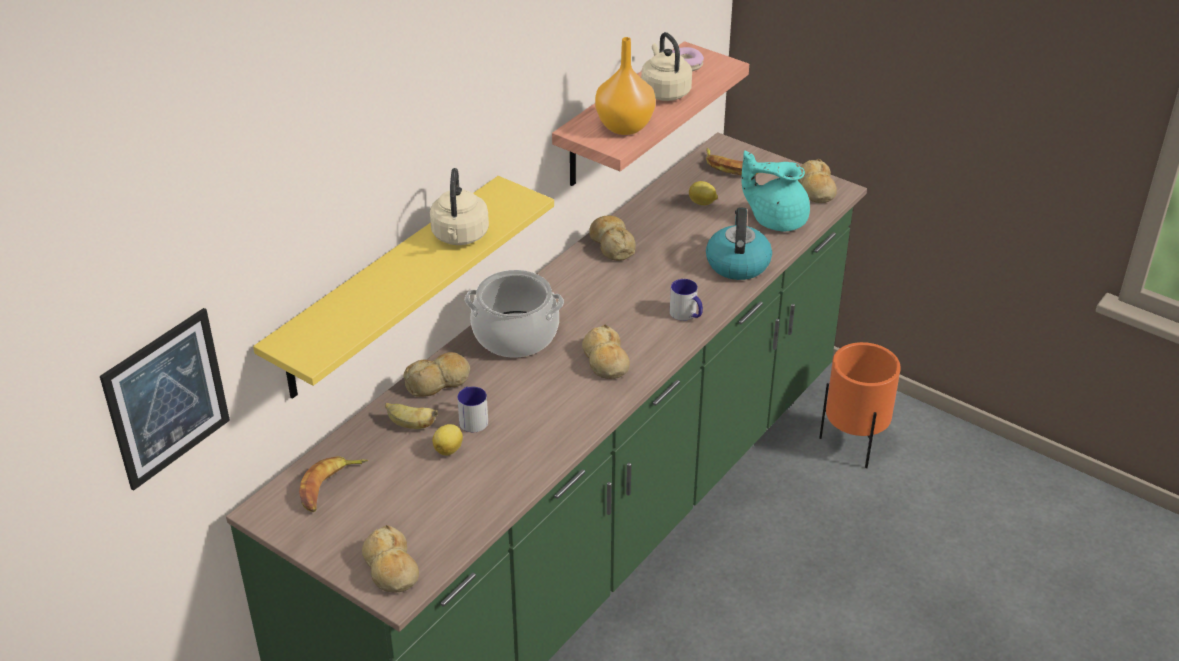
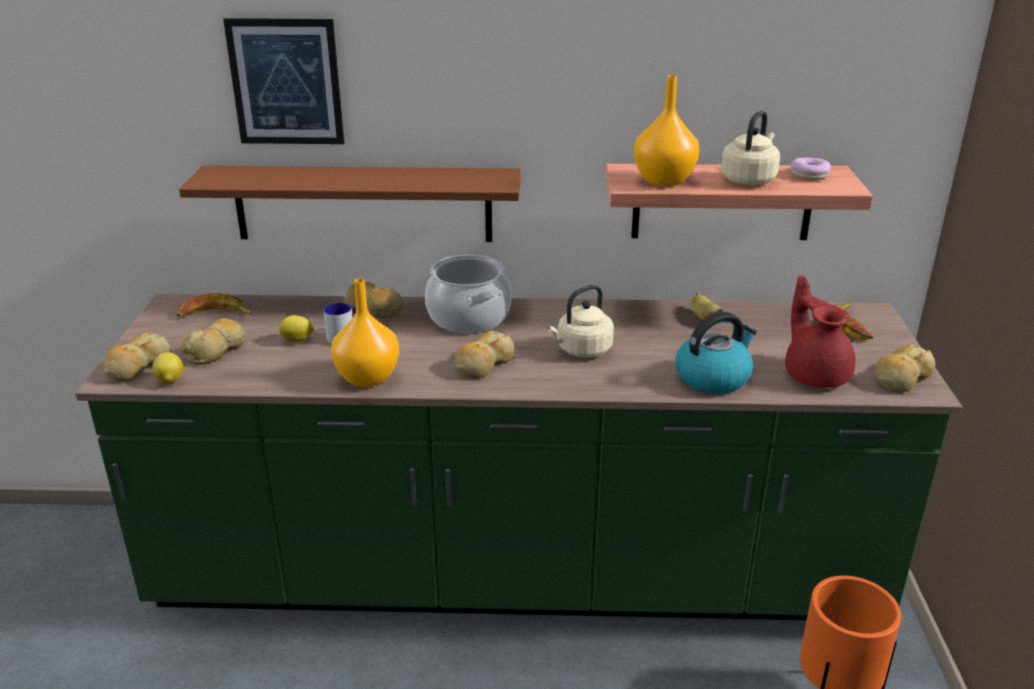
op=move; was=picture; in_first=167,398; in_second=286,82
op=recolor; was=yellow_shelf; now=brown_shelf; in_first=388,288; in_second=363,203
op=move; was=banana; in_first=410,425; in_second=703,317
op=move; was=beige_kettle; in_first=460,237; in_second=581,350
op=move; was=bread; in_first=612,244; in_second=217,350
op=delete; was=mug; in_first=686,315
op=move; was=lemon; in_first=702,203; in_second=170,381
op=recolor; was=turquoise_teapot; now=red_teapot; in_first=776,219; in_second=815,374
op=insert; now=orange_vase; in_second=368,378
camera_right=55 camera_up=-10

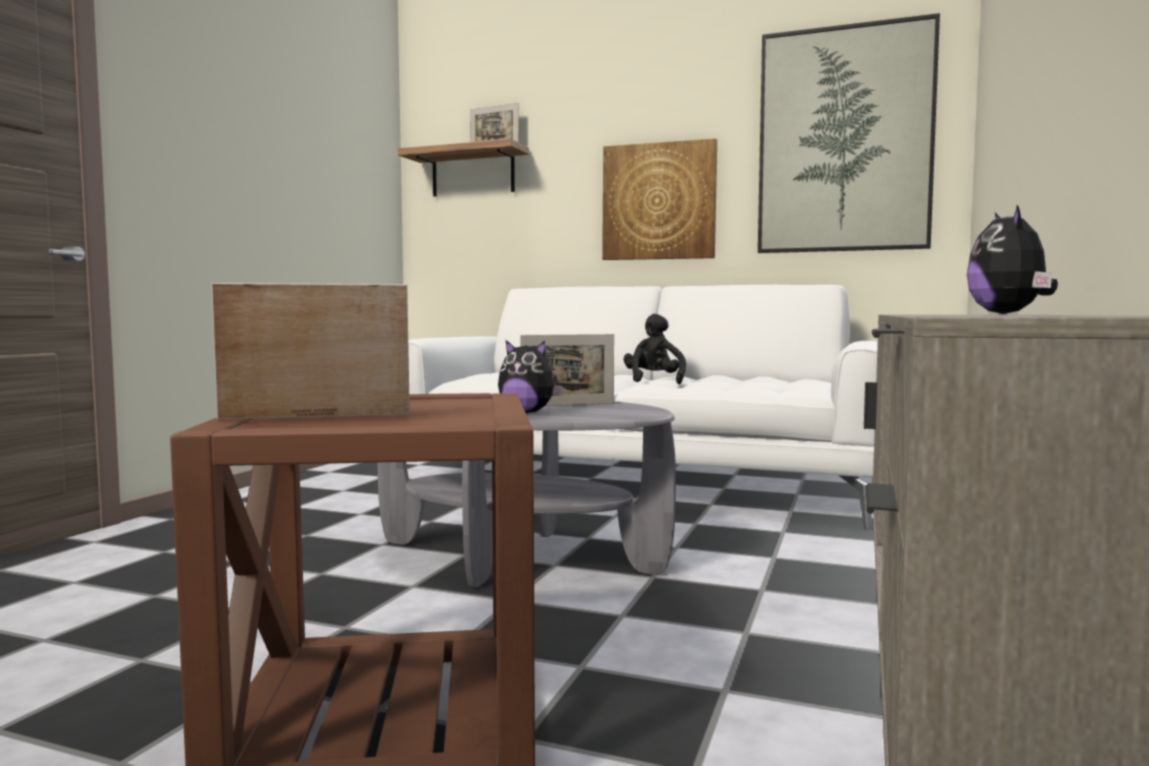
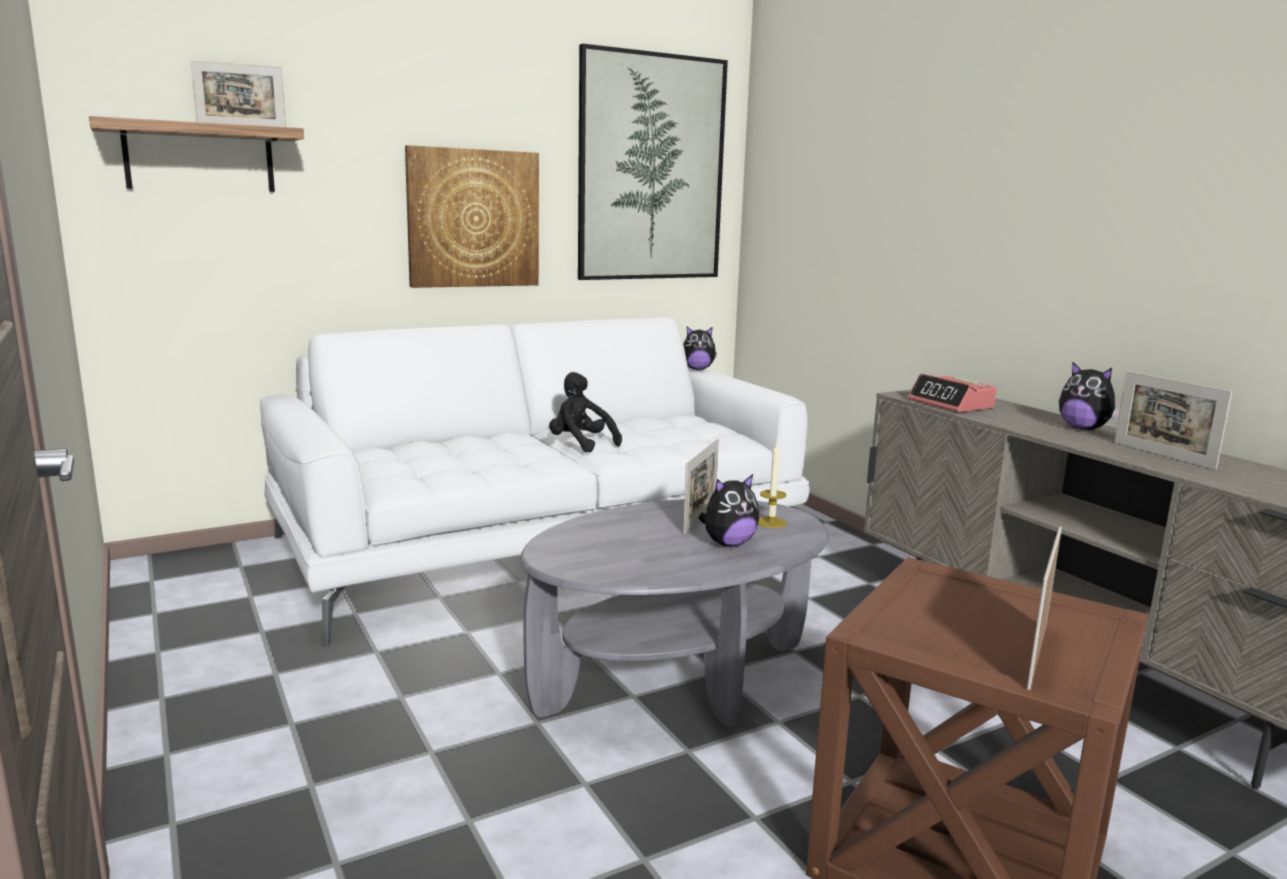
op=insert; now=plush_toy; in_second=697,369
op=insert; now=candle; in_second=771,522
op=insert; now=alarm_clock; in_second=951,404
op=insert; now=picture_frame; in_second=1162,455
camera_right=-50 camera_up=10

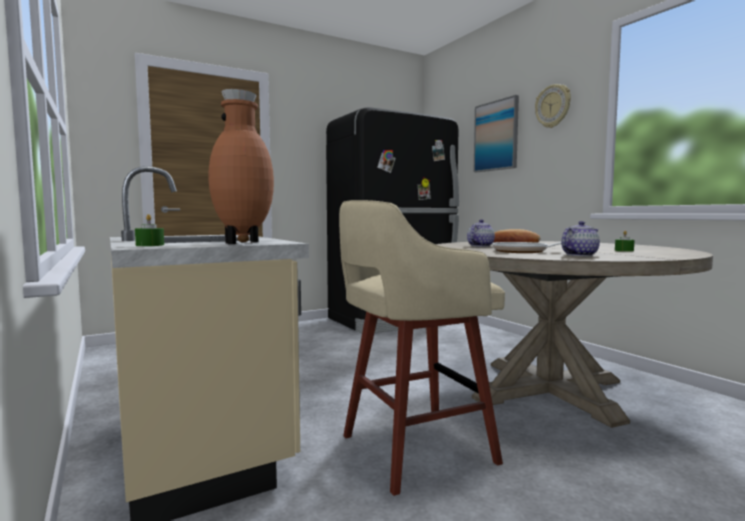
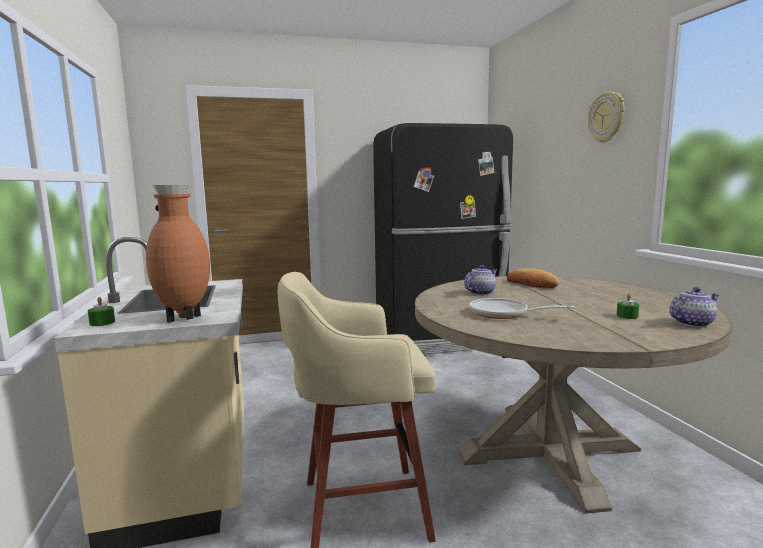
op=delete; was=picture; in_first=496,136
op=move; was=teapot; in_first=579,255; in_second=692,323
camera_right=15 camera_up=5

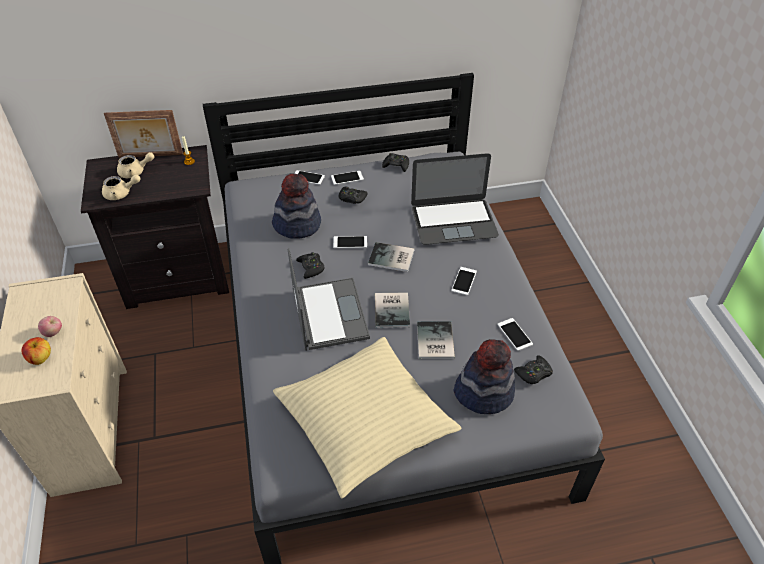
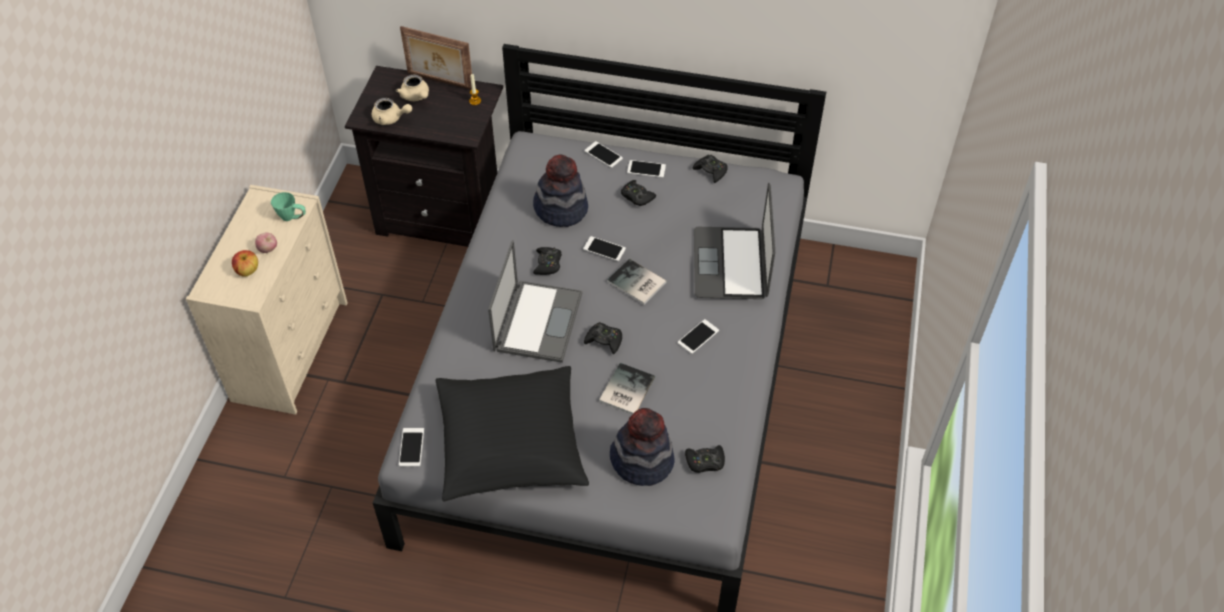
op=rotate; was=beige_teapot; in_first=135,172; in_second=416,97; clockwise=45
op=recolor; was=beige_pillow; now=black_pillow; in_first=365,421; in_second=510,442
op=replace; was=book; now=black_game_controller; in_first=393,309; in_second=604,340
op=rotate; was=laptop; in_first=453,221; in_second=731,263; clockwise=75
op=move; was=phone; in_first=514,334; in_second=411,447
op=insert; now=green_mug; in_second=292,218
camera_right=25 camera_up=5

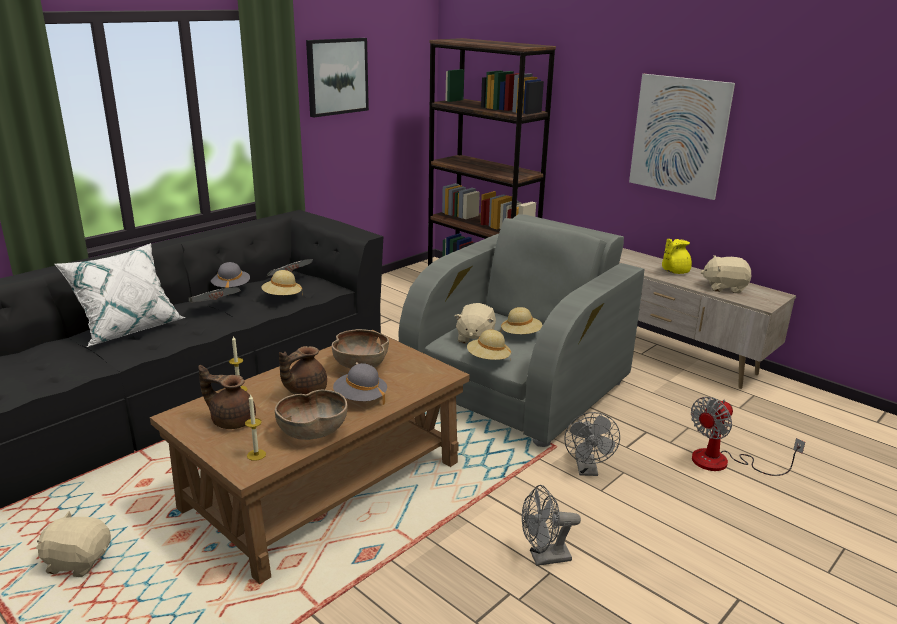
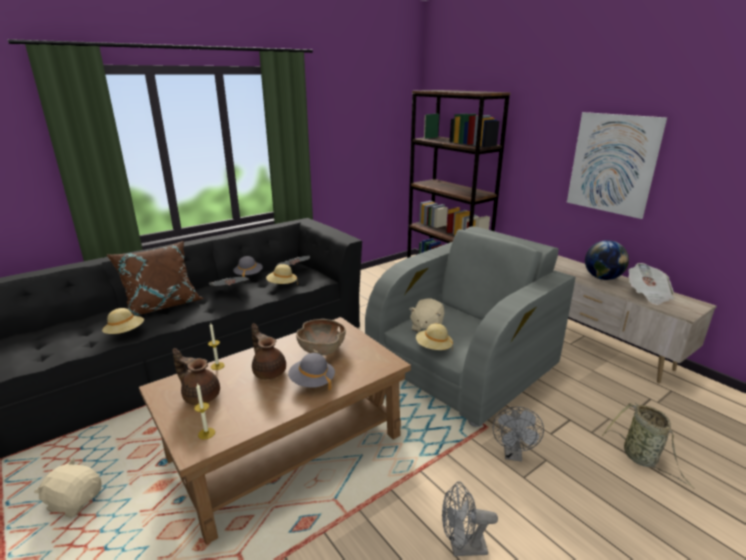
op=recolor; was=white_pillow; now=brown_pillow; in_first=128,328; in_second=162,304
op=delete; was=brown_bowl; in_first=313,433
op=rotate; was=brown_teapot; in_first=305,391; in_second=269,371; clockwise=90
op=delete; was=picture; in_first=337,76
op=move; was=beige_hat; in_first=521,335; in_second=125,333
op=replace; was=yellow_teapot; now=globe; in_first=674,271; in_second=602,278
op=replace; was=fan; now=basket; in_first=723,462; in_second=642,459
op=replace; was=beige_plush_toy; now=newspaper; in_first=724,287; in_second=648,295
camera_right=10 camera_up=0

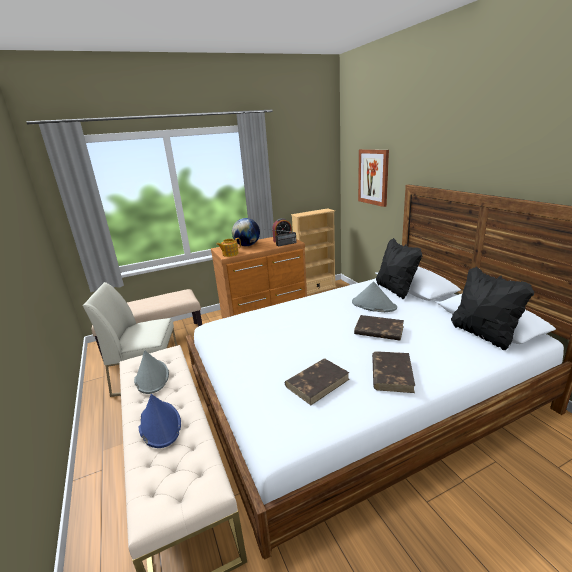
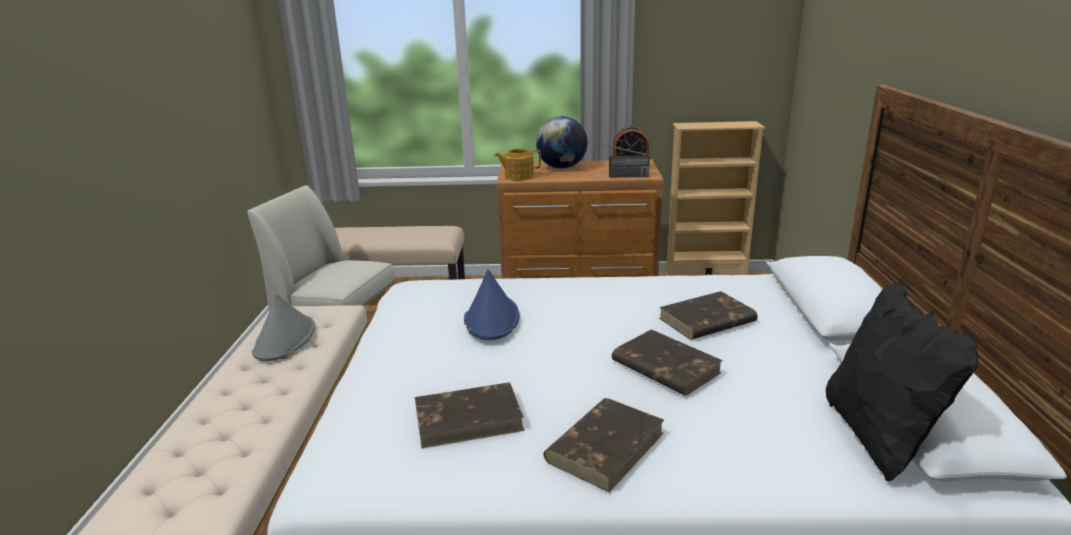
op=move; was=blue_hat; in_first=159,424; in_second=491,318
op=replace; was=grey_hat; now=brown_book; in_first=373,305; in_second=706,320
op=delete; was=picture; in_first=373,177
op=delete; was=black_pillow; in_first=396,290
camera_right=25 camera_up=0

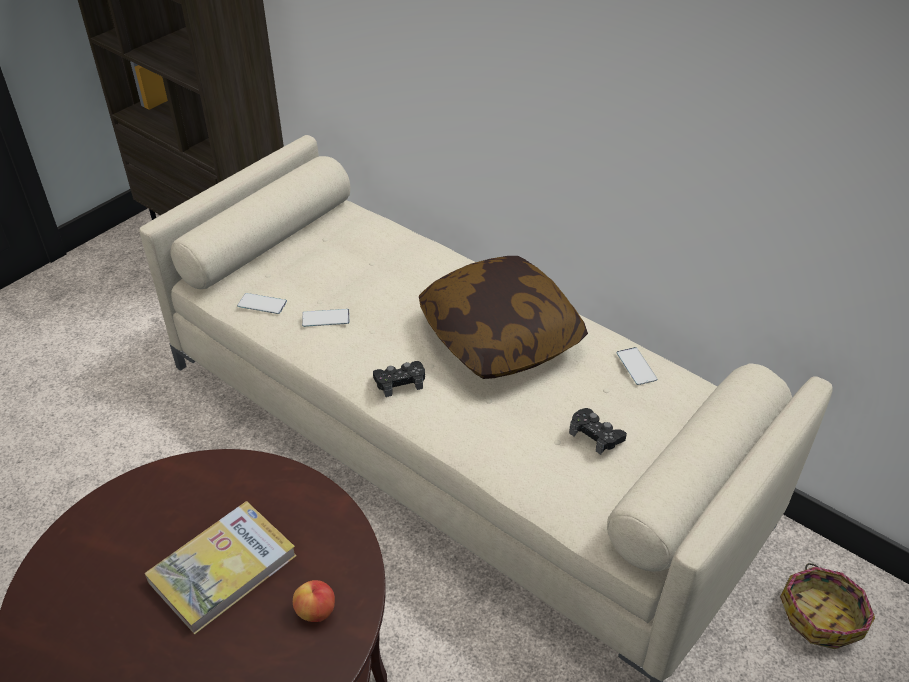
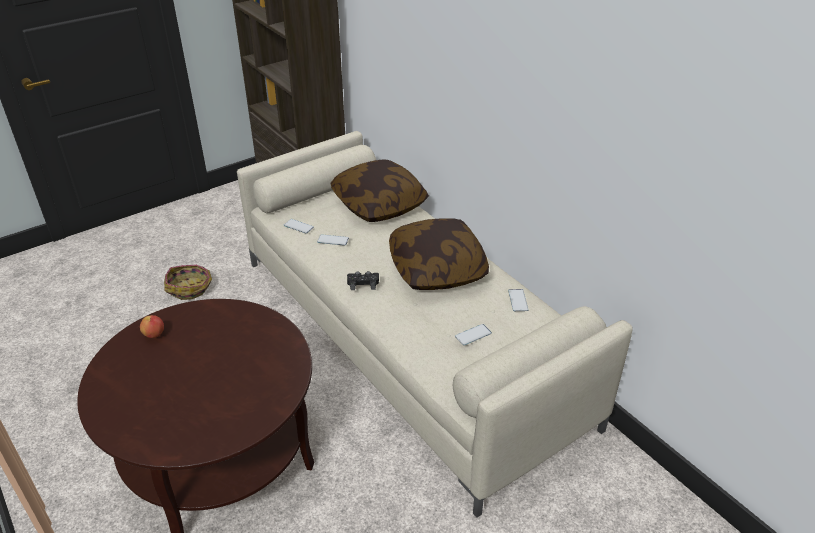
op=delete; was=book; in_first=223,569
op=move; was=apple; in_first=316,611; in_second=154,334
op=replace; was=black_game_controller; now=phone; in_first=596,435; in_second=473,335
op=move; was=basket; in_first=822,615; in_second=190,287
op=insert; now=pillow; in_second=379,204
camera_right=15 camera_up=-5

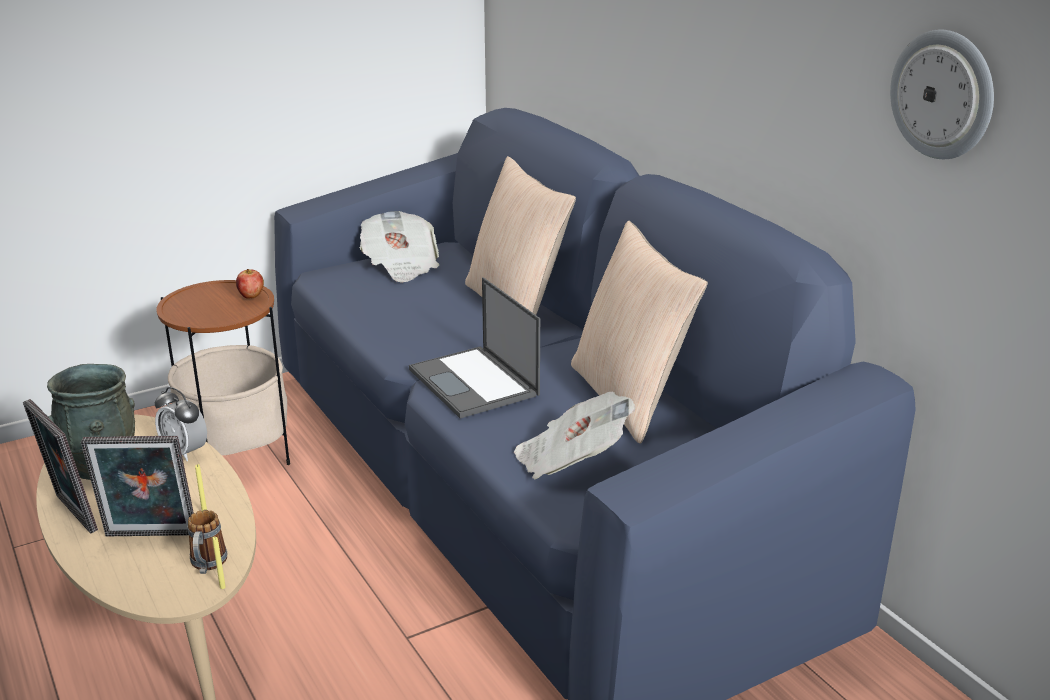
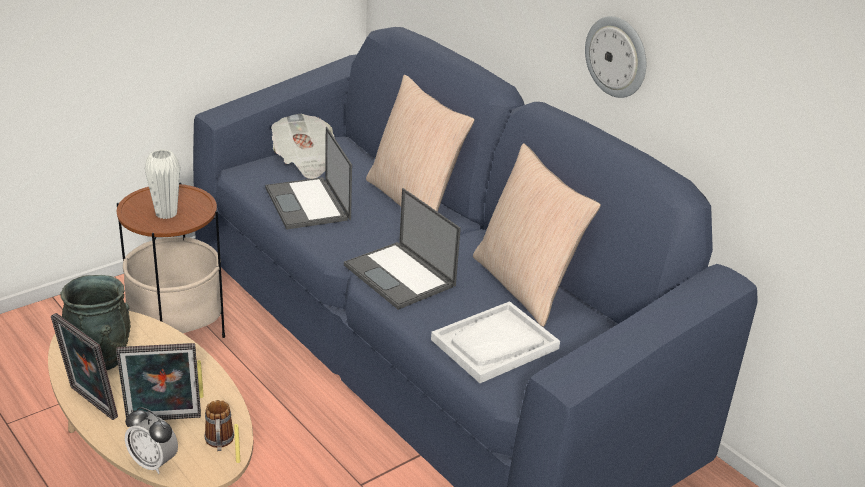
op=move; was=alarm_clock; in_first=185,452; in_second=153,463
op=delete; was=apple; in_first=251,296
op=replace; was=newspaper; now=white_tray; in_first=571,461; in_second=494,344
op=move; was=wall_clock; in_first=943,94; in_second=617,56
op=insert; now=white_vase; in_second=166,213
op=insert; now=laptop; in_second=308,204
camera_right=-10 camera_up=5

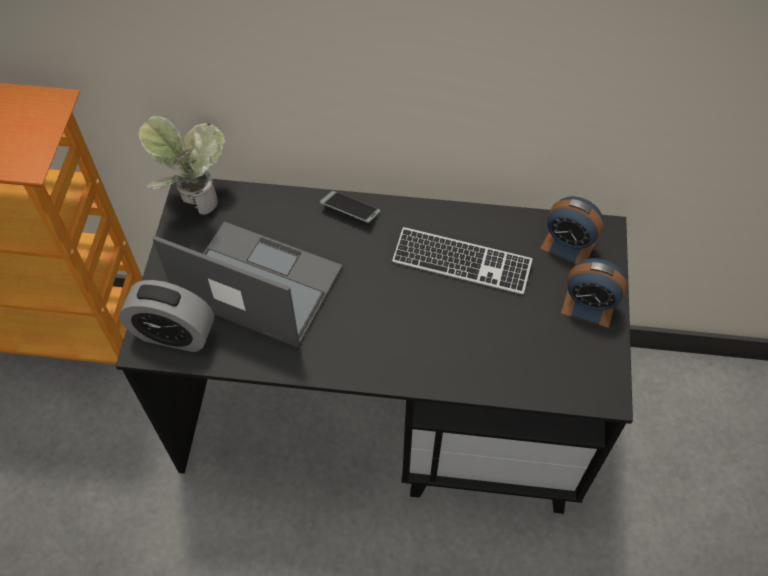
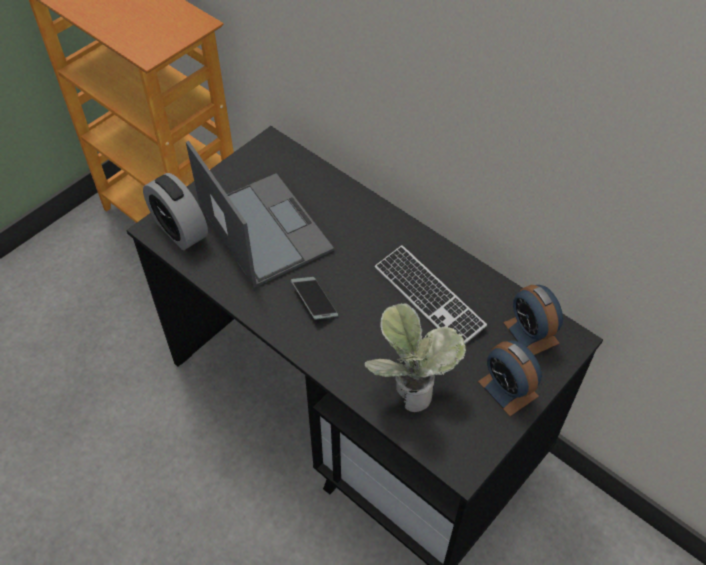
op=move; was=potted_plant; in_first=193,199; in_second=408,389
op=move; was=phone; in_first=350,210; in_second=314,301
camera_right=35 camera_up=-5

